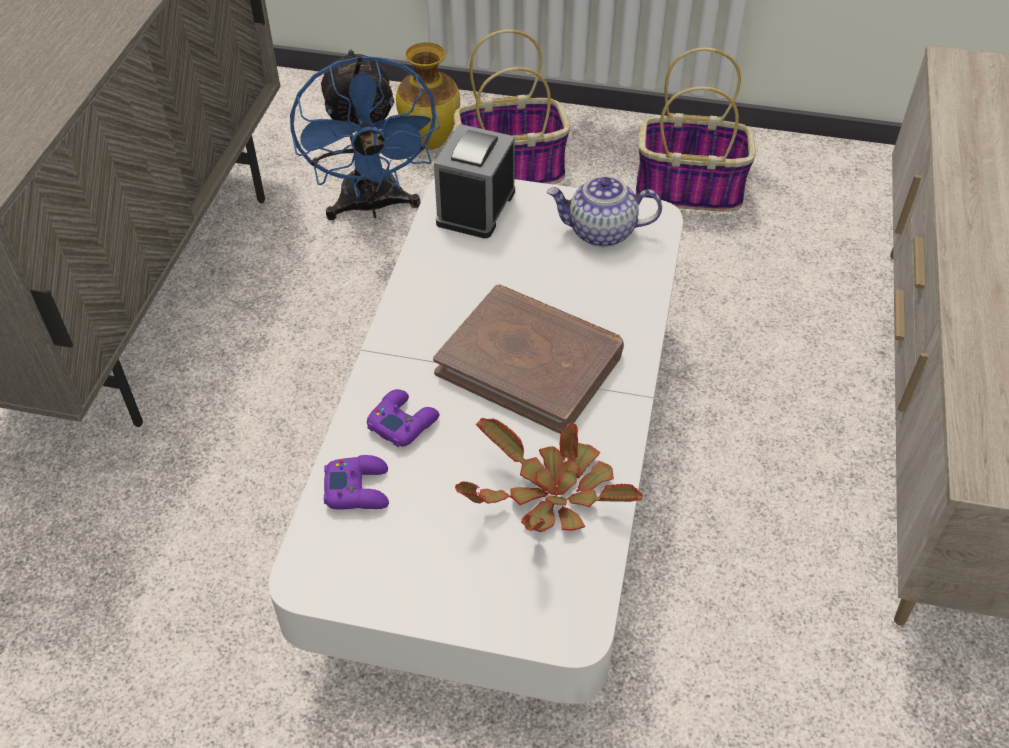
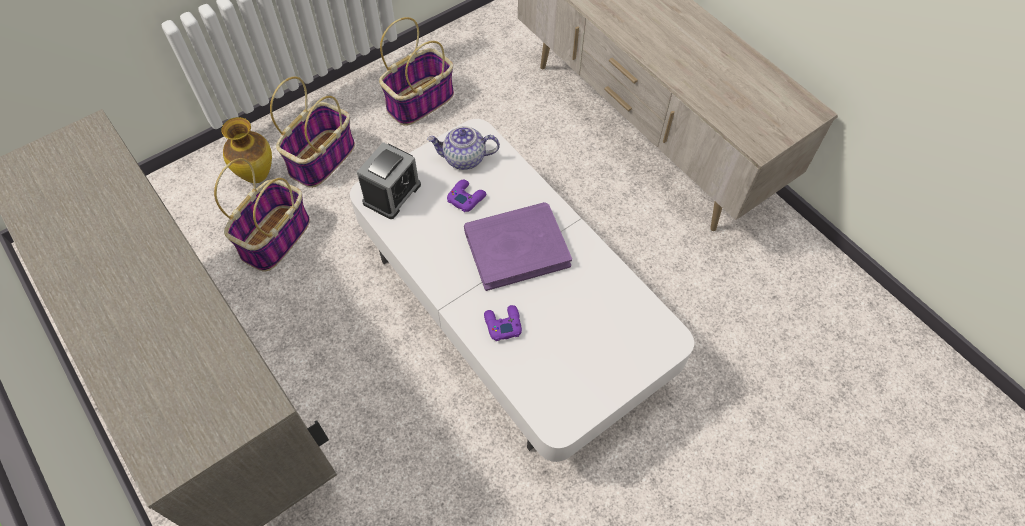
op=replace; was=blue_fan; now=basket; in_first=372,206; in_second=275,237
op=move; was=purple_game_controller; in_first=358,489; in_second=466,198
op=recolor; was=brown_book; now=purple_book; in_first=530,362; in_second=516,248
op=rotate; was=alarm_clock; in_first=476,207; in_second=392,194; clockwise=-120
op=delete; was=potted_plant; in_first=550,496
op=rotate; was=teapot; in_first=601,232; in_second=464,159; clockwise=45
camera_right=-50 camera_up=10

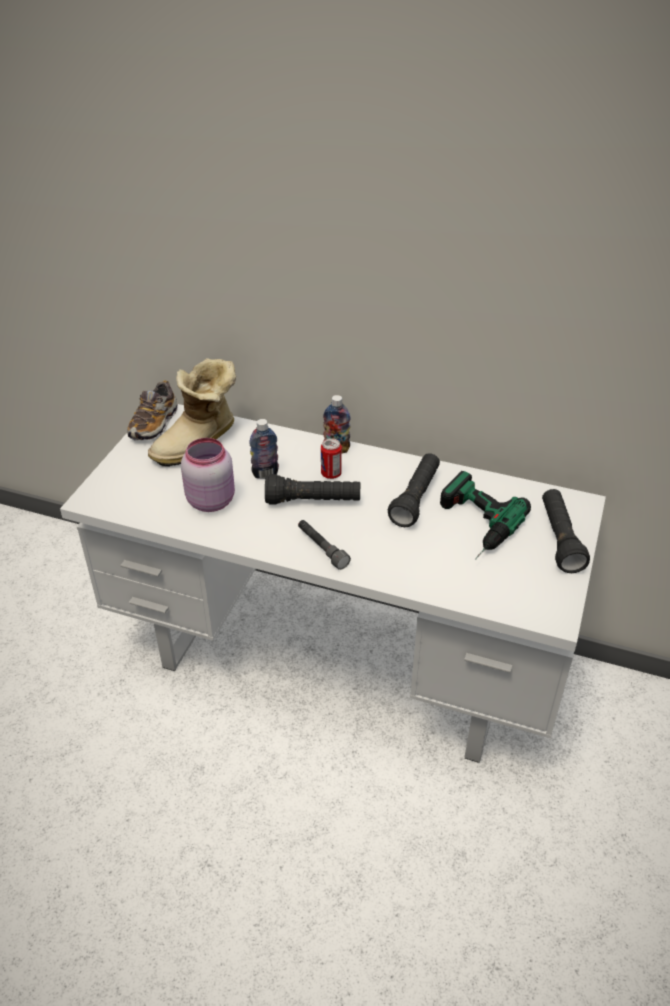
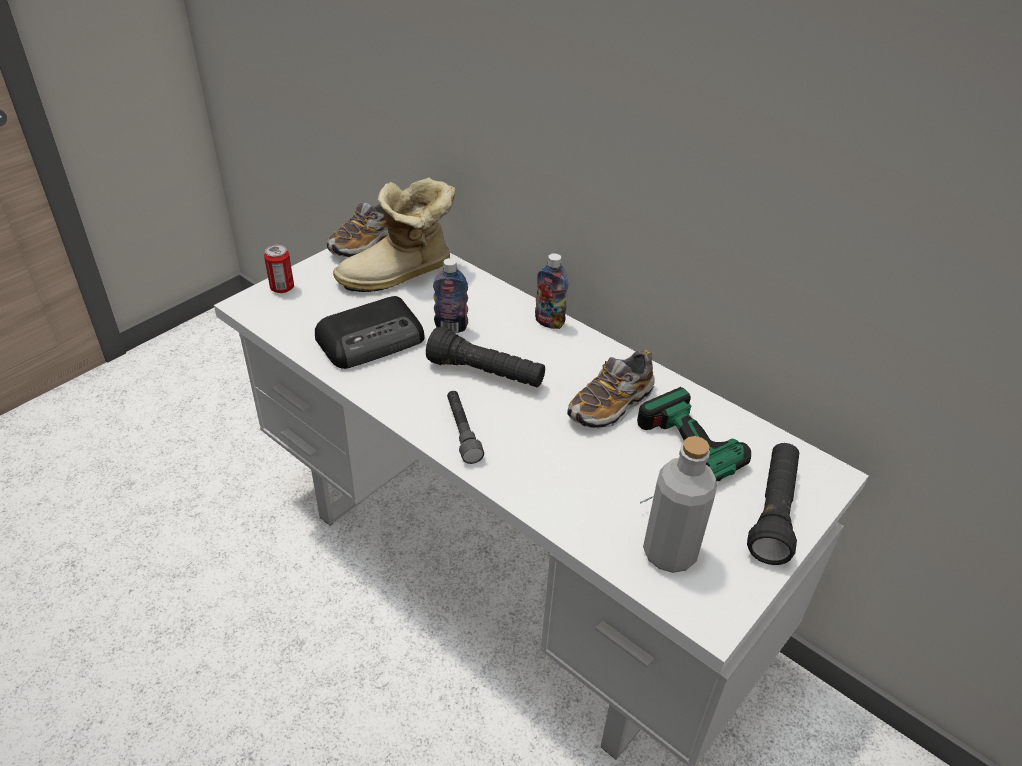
op=replace; was=pink_jar; now=radio; in_first=211,500; in_second=373,340
op=move; was=can; in_first=331,474; in_second=282,288
op=replace; was=black_flashlight; now=shoe; in_first=415,498; in_second=611,405
op=insert; now=grey_bottle; in_second=669,553
camera_right=20 camera_up=0

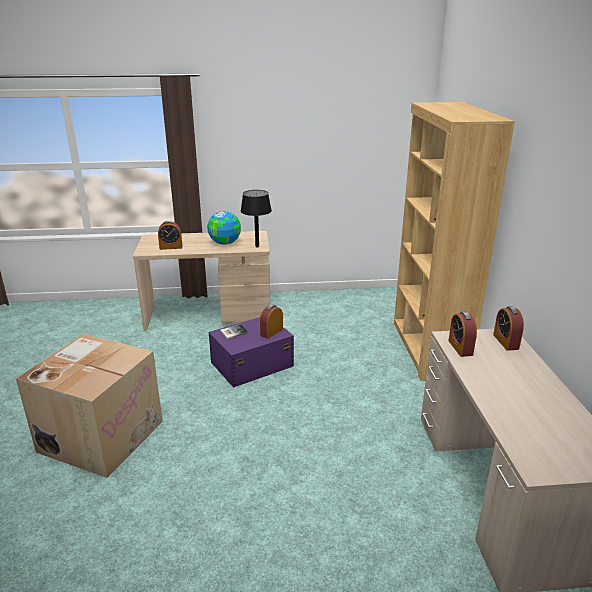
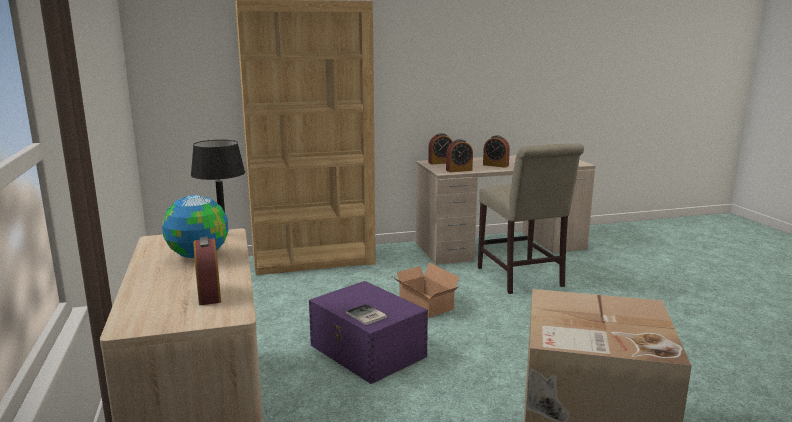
op=move; was=alarm_clock; in_first=271,332; in_second=495,165
op=insert; now=cardboard_box; in_second=425,306
op=insert; now=beige_chair; in_second=521,278
camera_right=-100 camera_up=-10

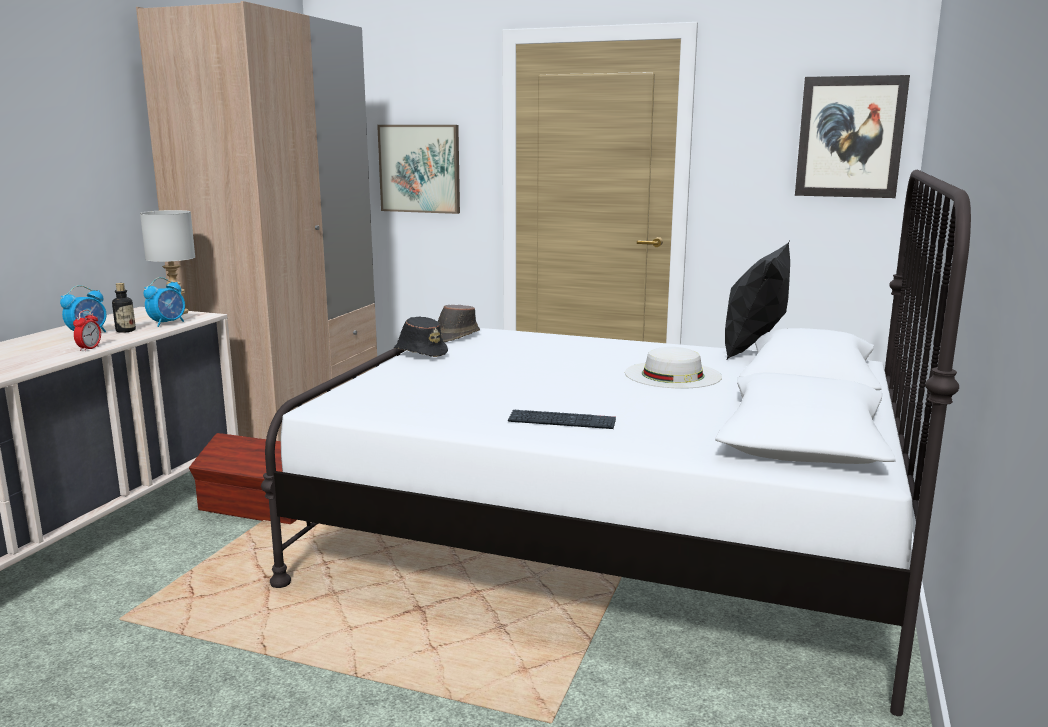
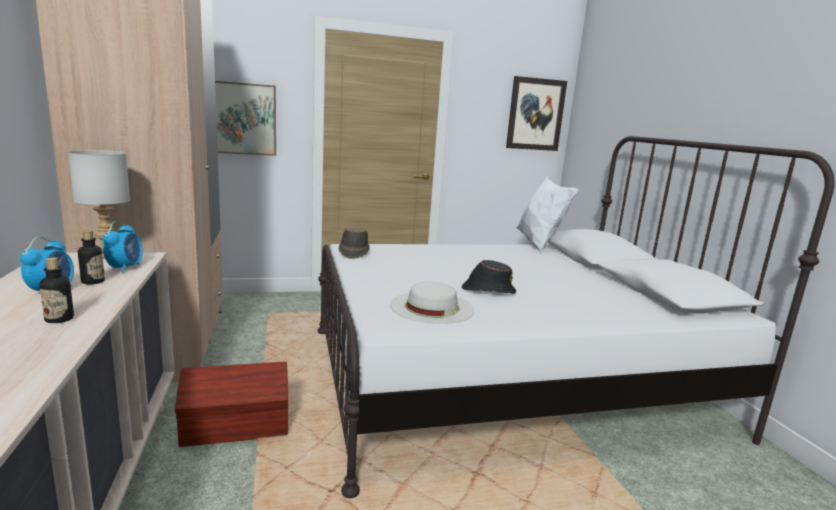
op=delete; was=alarm_clock; in_first=89,348
op=move; was=black_hat; in_first=420,352; in_second=487,290
op=delete; was=keyboard; in_first=561,421
op=move; was=white_hat; in_first=673,375; in_second=432,307
op=recolor; was=black_pillow; now=white_pillow; in_first=753,350; in_second=538,244
op=insert; now=bottle; in_second=59,319
camera_right=-35 camera_up=0

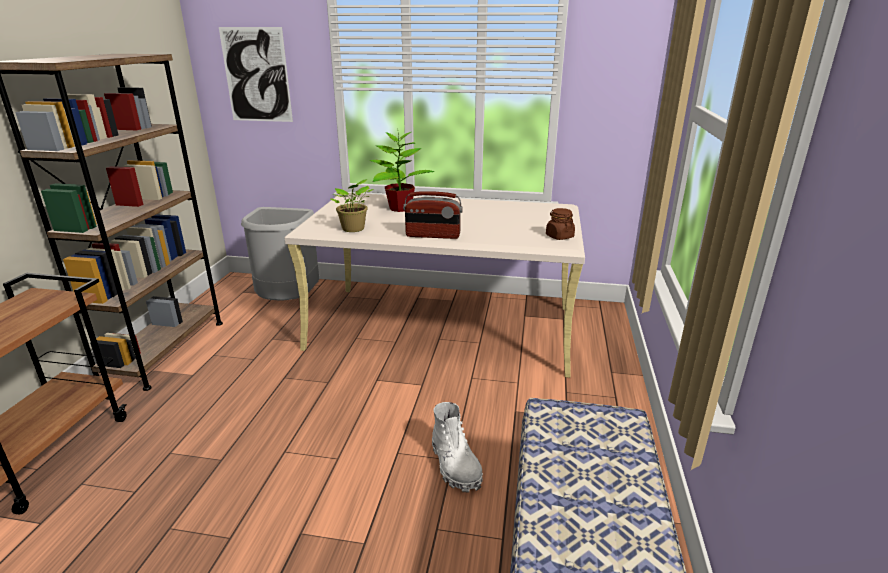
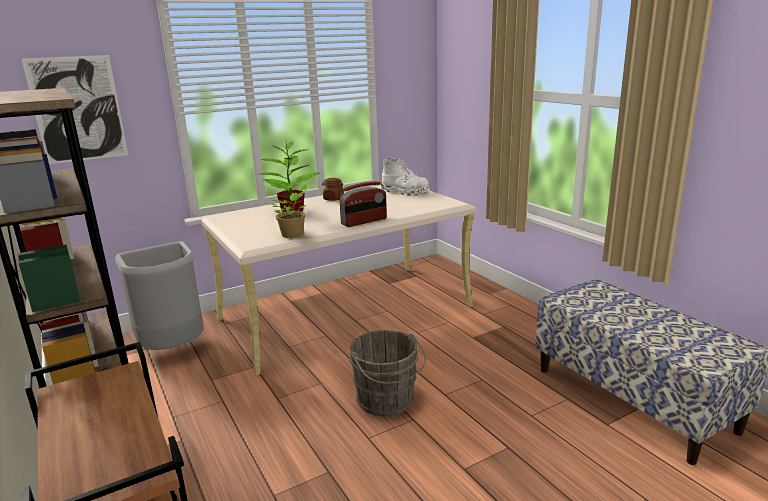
op=move; was=white_boot; in_first=455,465; in_second=405,192
op=move; was=brown_jar; in_first=559,236; in_second=333,199
op=insert; now=grey_bucket; in_second=387,401
camera_right=-40 camera_up=-5

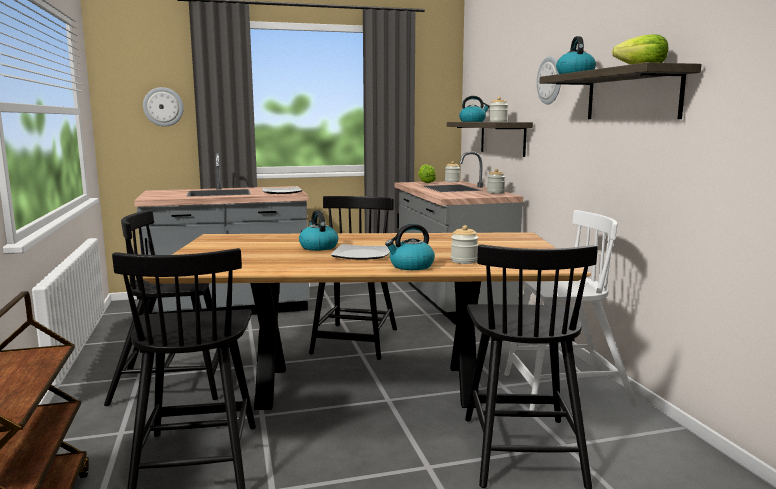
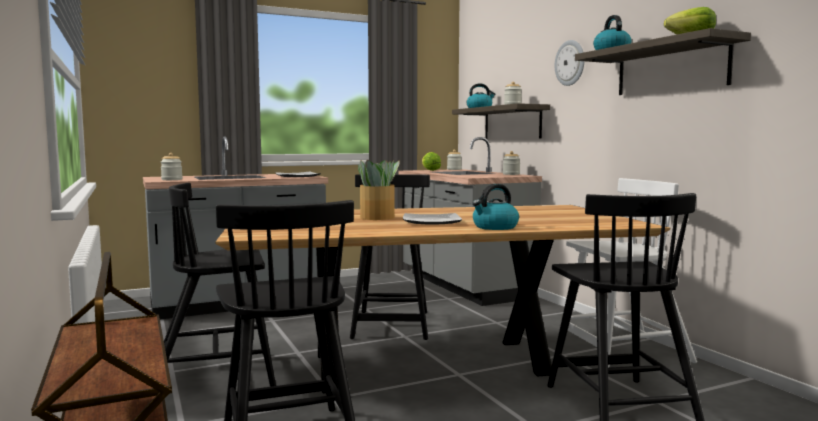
op=delete; was=wall_clock; in_first=163,107
op=replace; was=kettle; now=potted_plant; in_first=318,247; in_second=378,217
op=move; was=jar; in_first=464,261; in_second=172,179
camera_right=-10 camera_up=-5

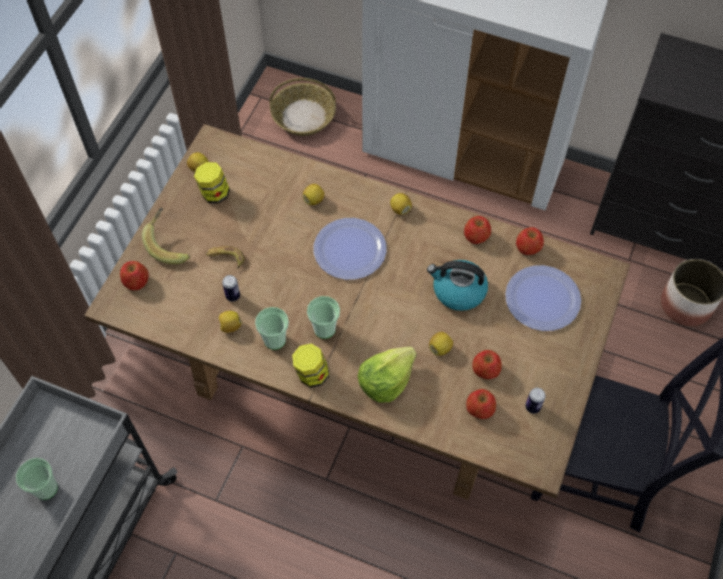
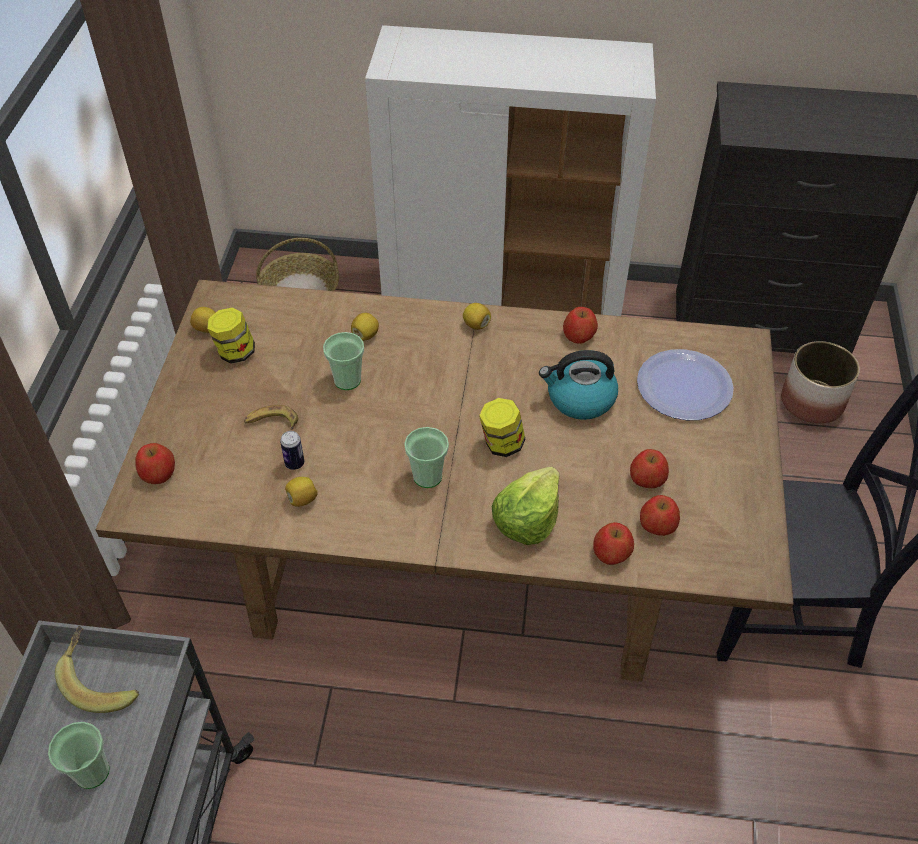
op=move; was=banana; in_first=169,244; in_second=102,680
op=move; was=cup; in_first=274,340; in_second=347,380
op=move; was=jar; in_first=311,374; in_second=501,444
op=delete; was=plate; in_first=349,249
op=delete; was=lemon; in_first=440,348
op=move; was=apple; in_first=528,247; in_second=611,553
op=delete; was=can; in_first=532,407
camera_right=-15 camera_up=-10

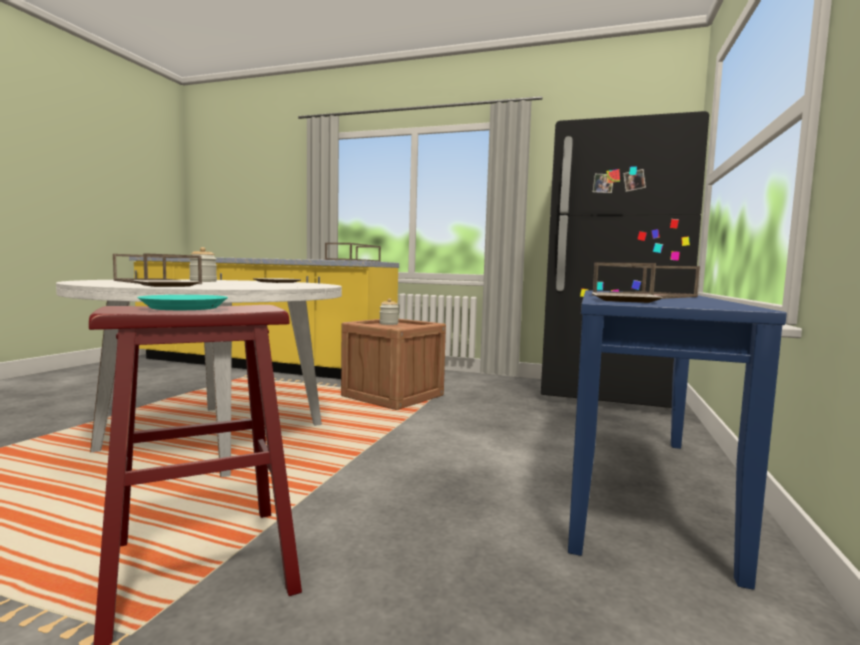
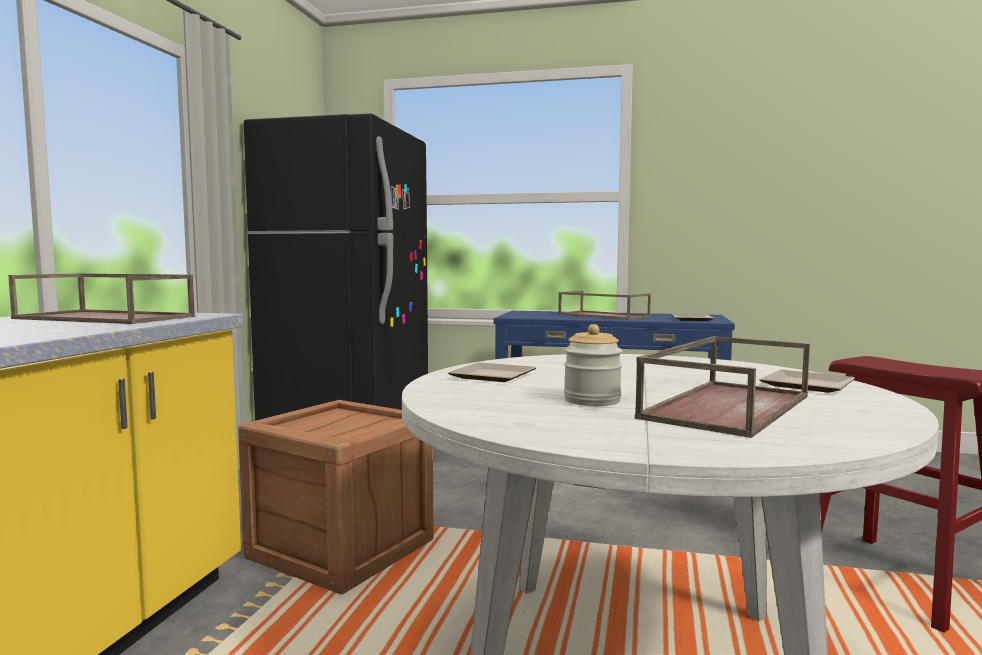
op=delete; was=turquoise_plate; in_first=184,308
op=delete; was=jar; in_first=388,324
camera_right=-95 camera_up=0

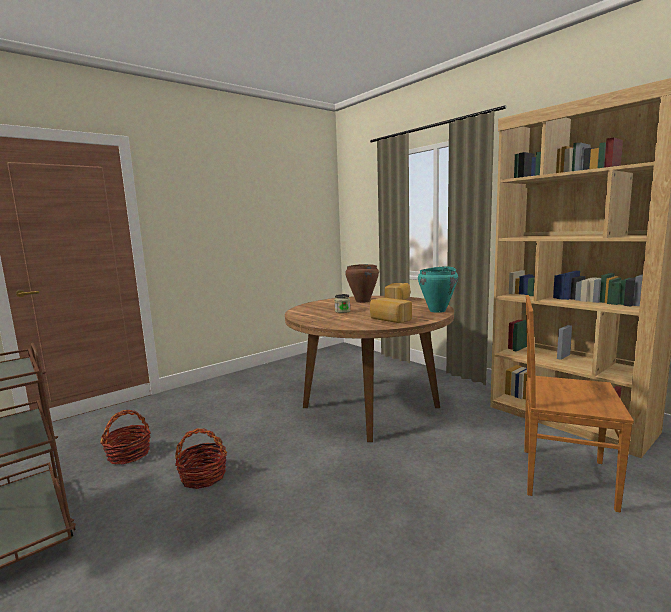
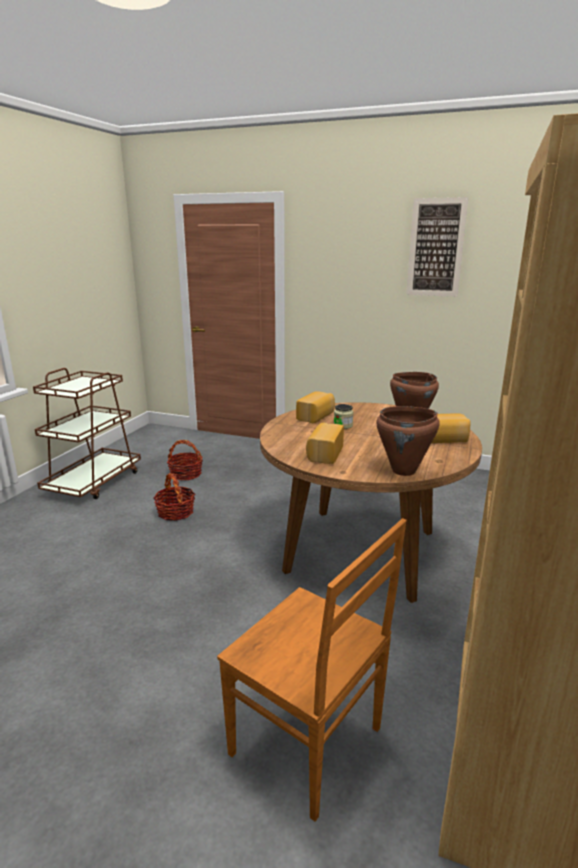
op=recolor; was=turquoise_cooking_pot; now=brown_cooking_pot; in_first=438,311; in_second=404,471
op=rotate; was=brown_chair; in_first=562,477; in_second=309,744; clockwise=135
op=insert; now=bread; in_second=316,417
op=insert; now=picture; in_second=436,248
camera_right=60 camera_up=10

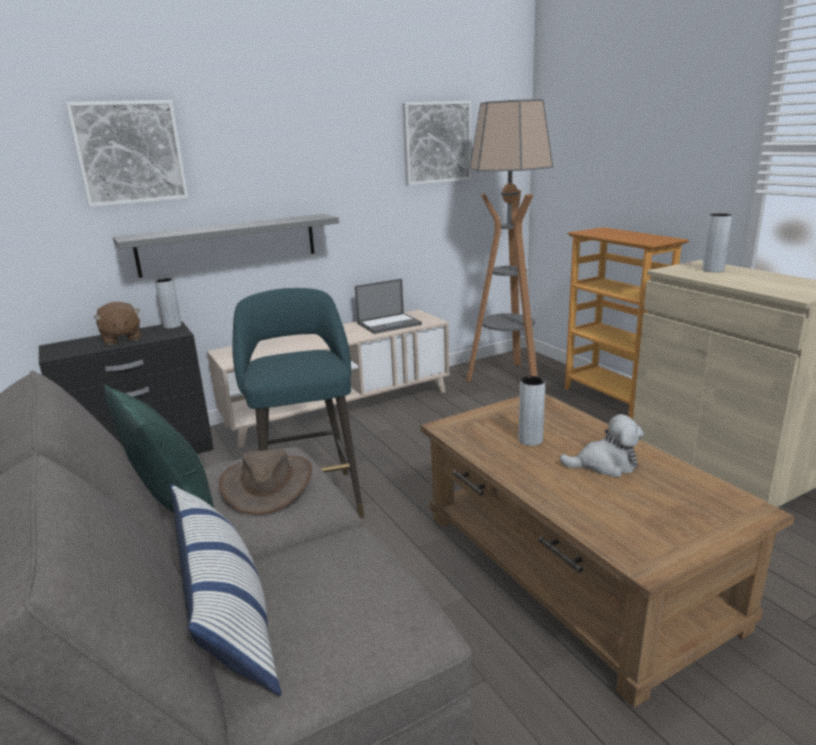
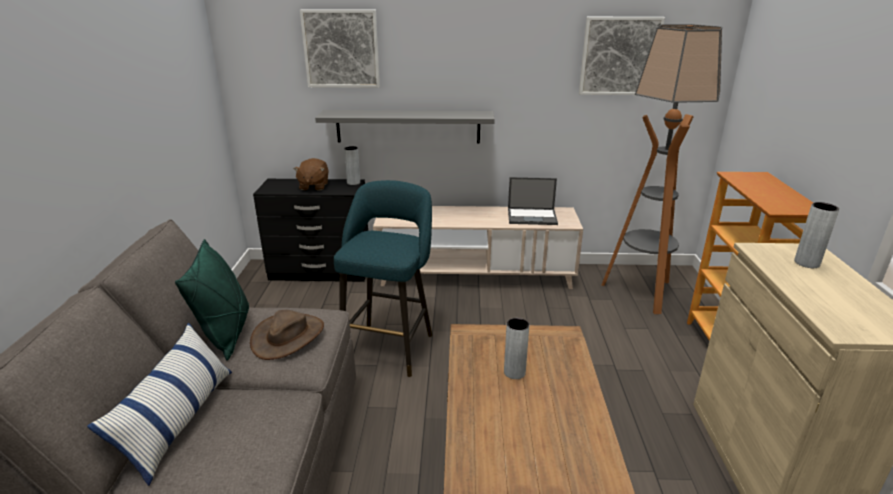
op=delete; was=plush_toy; in_first=605,465
camera_right=30 camera_up=5

